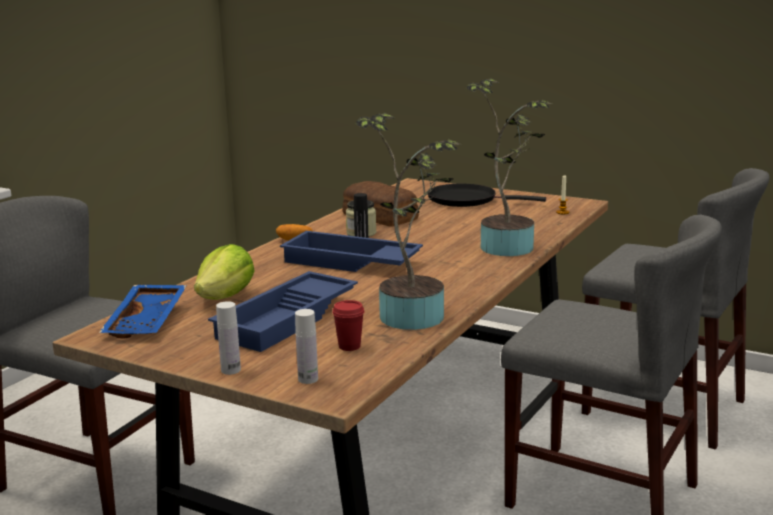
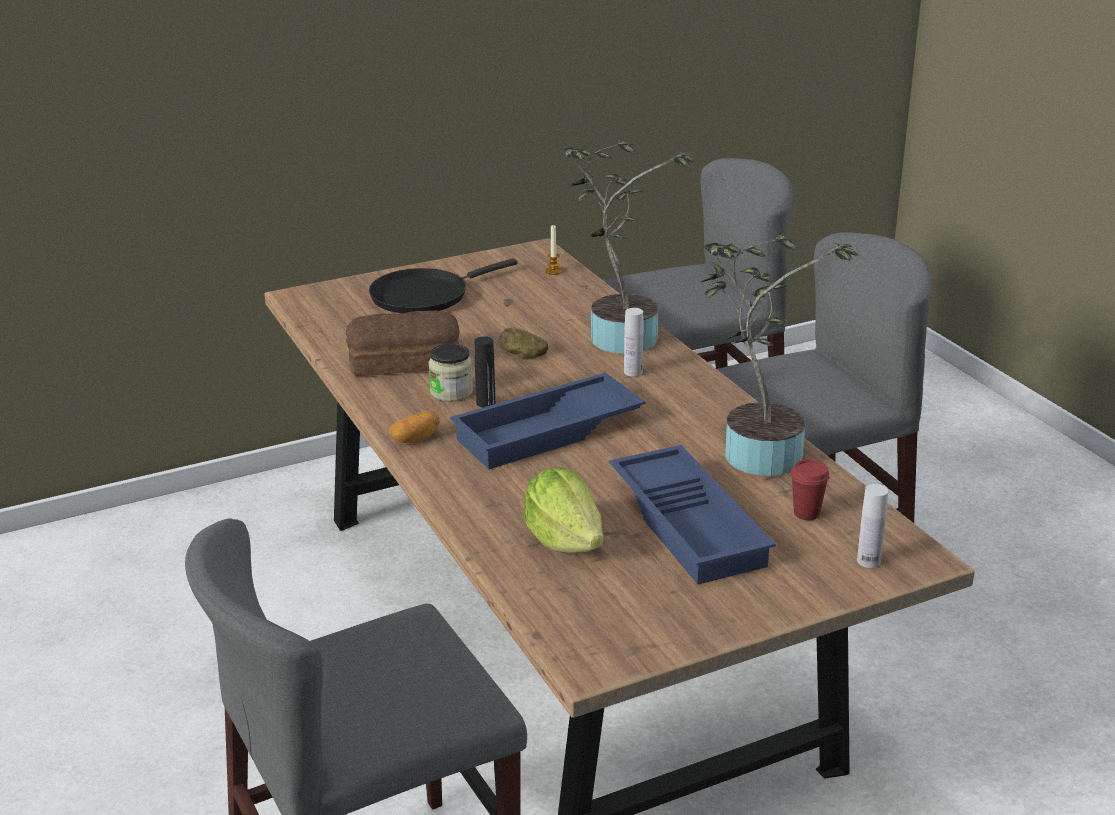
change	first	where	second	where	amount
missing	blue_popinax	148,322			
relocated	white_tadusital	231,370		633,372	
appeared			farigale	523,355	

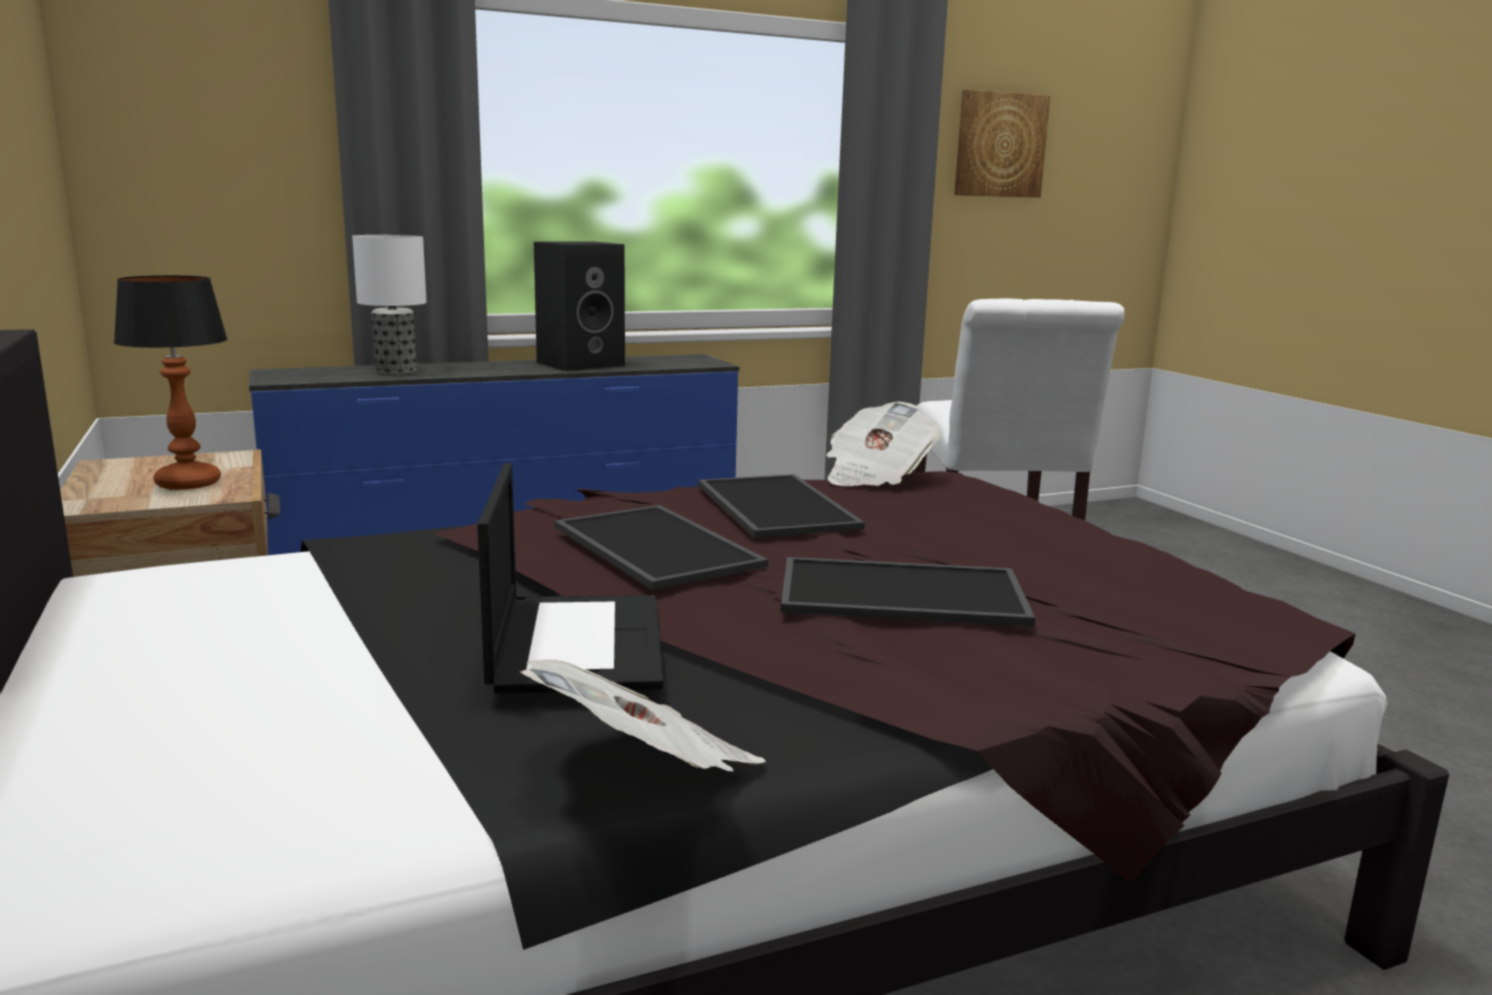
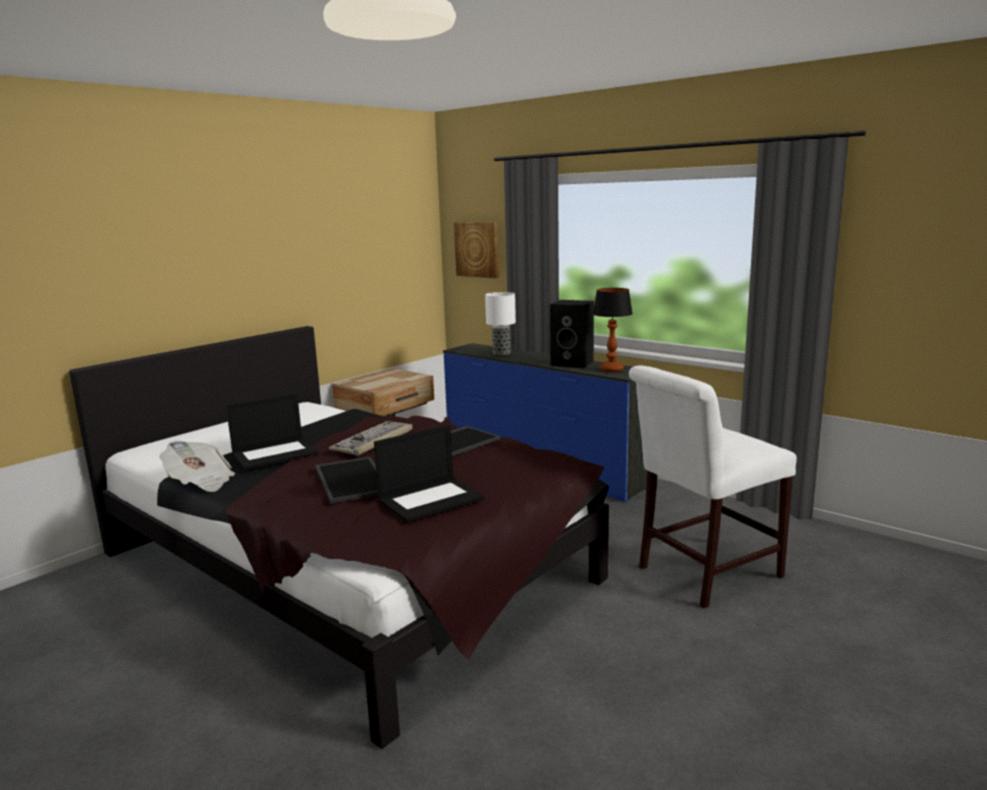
change	first	where	second	where	amount
relocated	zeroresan	187,483		611,369	
exchanged	popinax	660,546	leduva	373,441	
missing	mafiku	875,476			
relocated	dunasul	999,145		477,249	
appeared			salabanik	431,499	

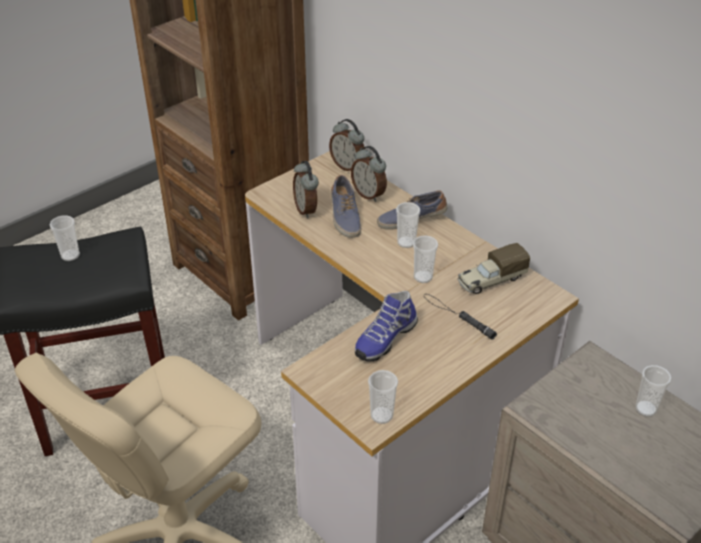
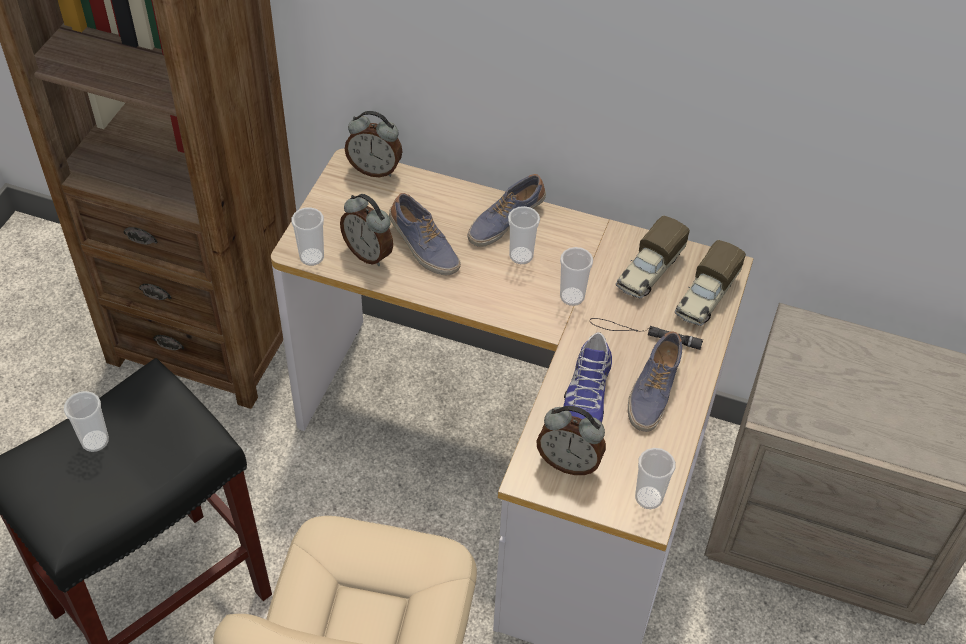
change	first	where	second	where	amount
relocated	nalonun	369,194		569,462	
relocated	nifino	646,408		312,257	
appeared			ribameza	652,391	
appeared			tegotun	705,297	

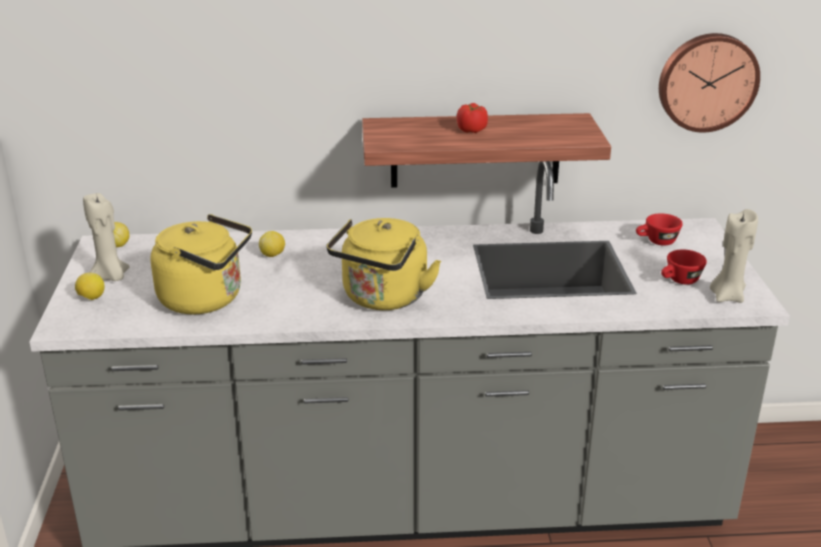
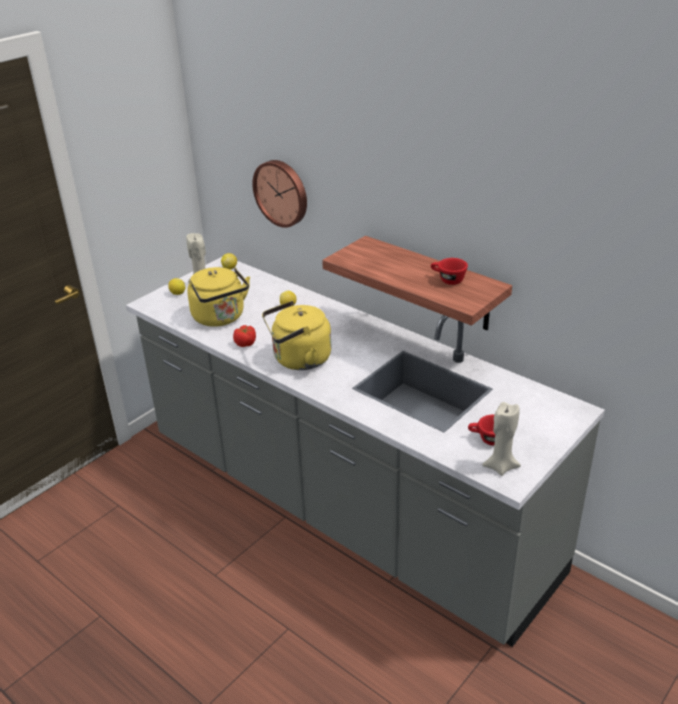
change	first	where	second	where	amount
relocated	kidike	471,130		245,343	
relocated	red_nifino	656,242		447,280	
relocated	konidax	707,81		282,192	

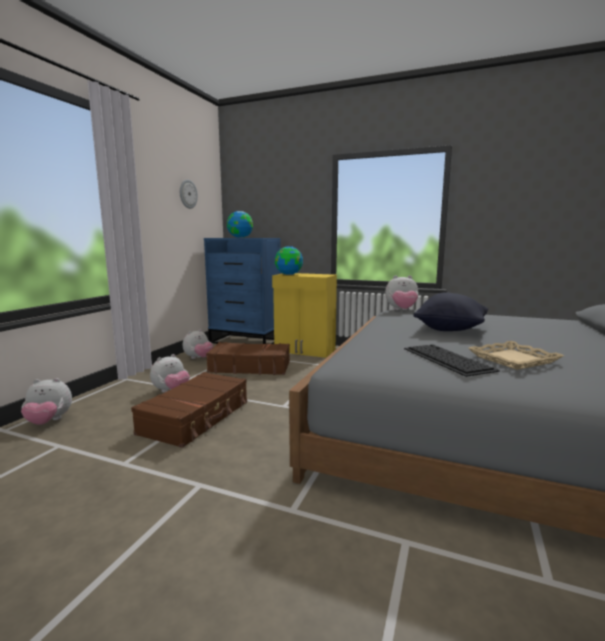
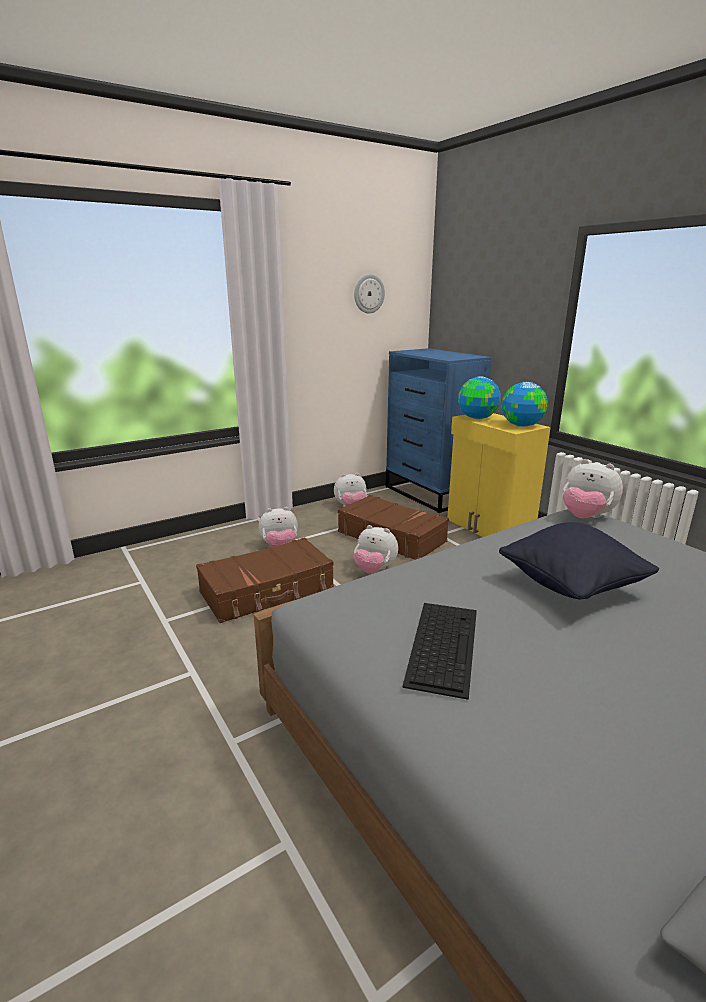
change	first	where	second	where	amount
relocated	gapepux	49,422		374,570	
relocated	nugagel	240,237		521,425	
missing	beige_popinax	513,360			

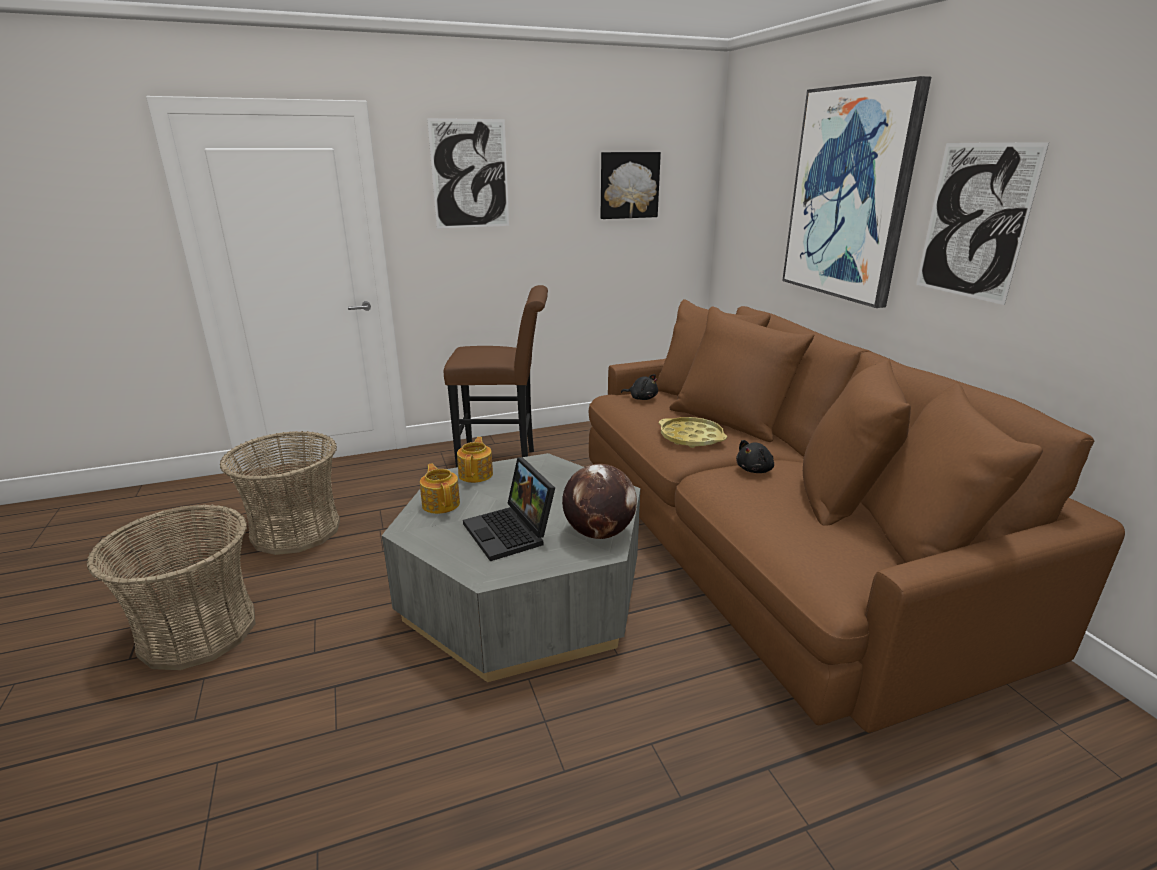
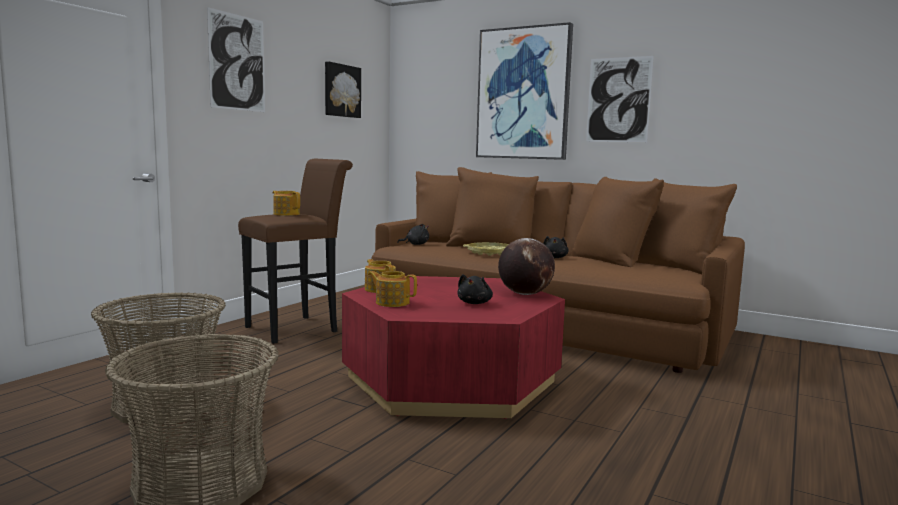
change	first	where	second	where	amount
colour	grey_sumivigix	523,595	red_sumivigix	451,380	
exchanged	salabanik	511,533	black_gapepux	475,303	
appeared			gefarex	286,214	

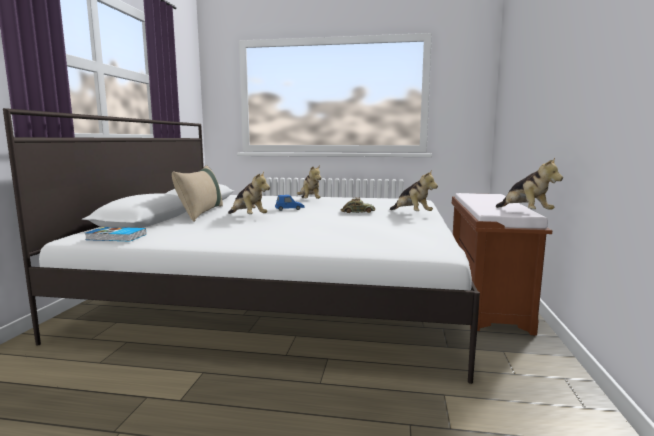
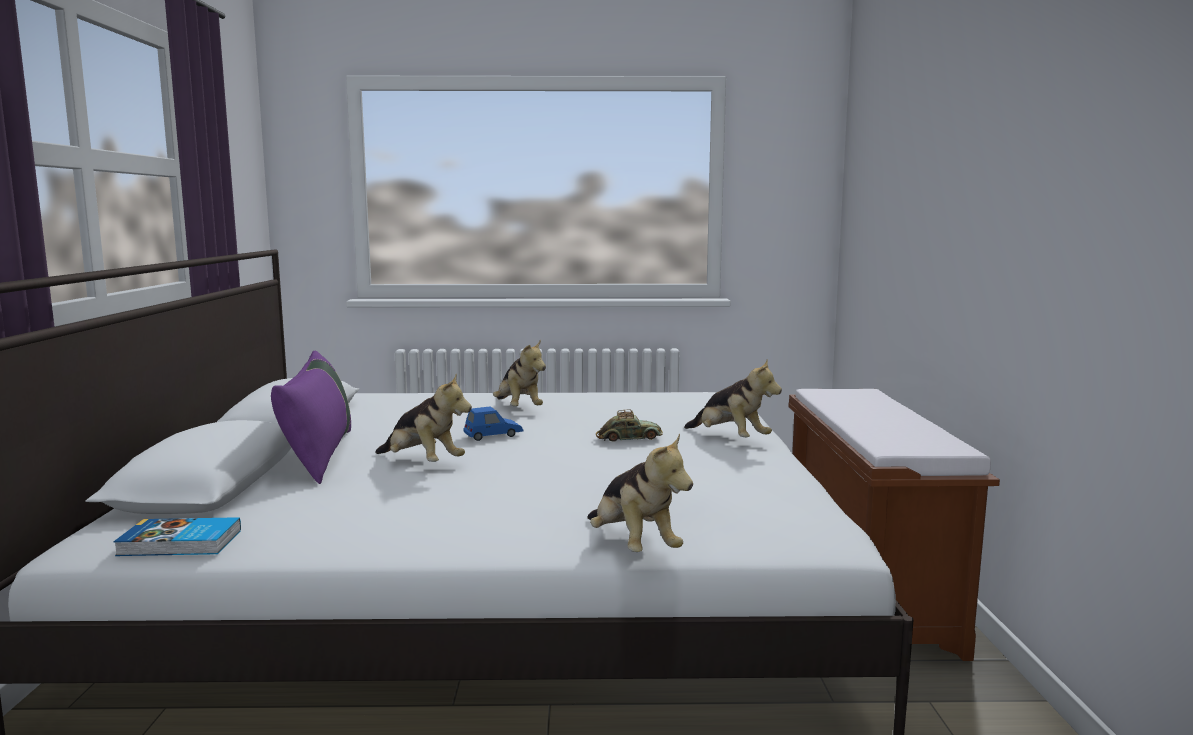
change	first	where	second	where	amount
colour	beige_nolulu	201,213	purple_nolulu	319,455	
relocated	gapepux	524,213		633,546	

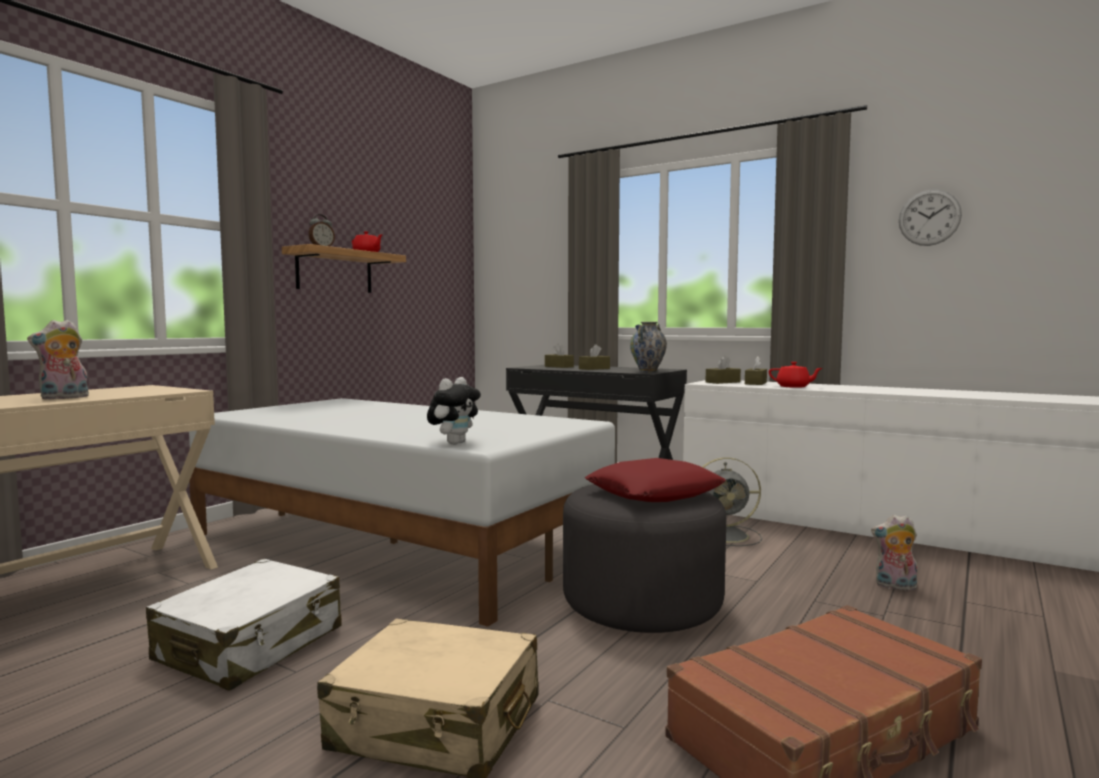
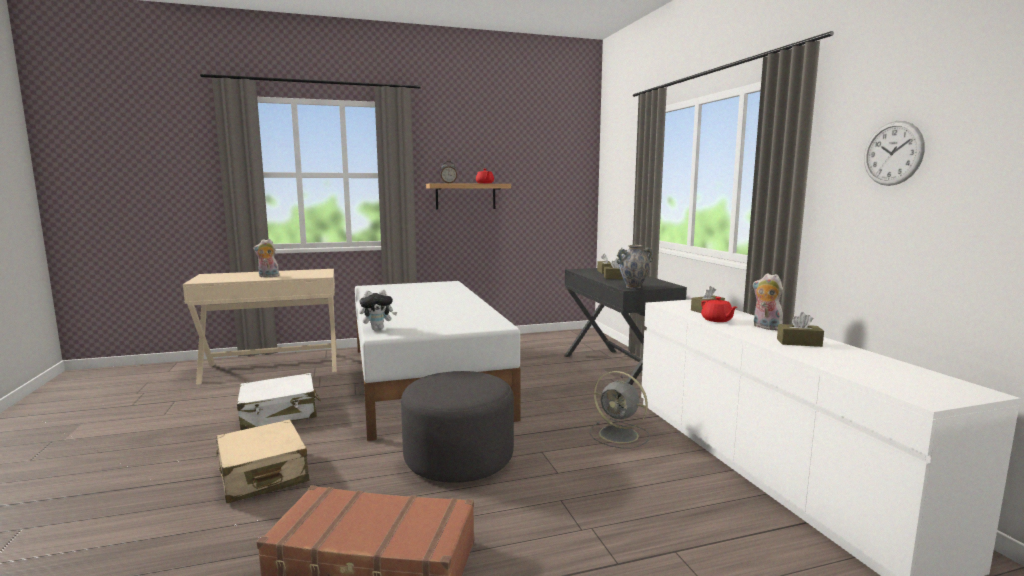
change	first	where	second	where	amount
missing	red_nolulu	655,492			
relocated	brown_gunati	722,382		799,343	
relocated	gapepux	895,587		765,327	

